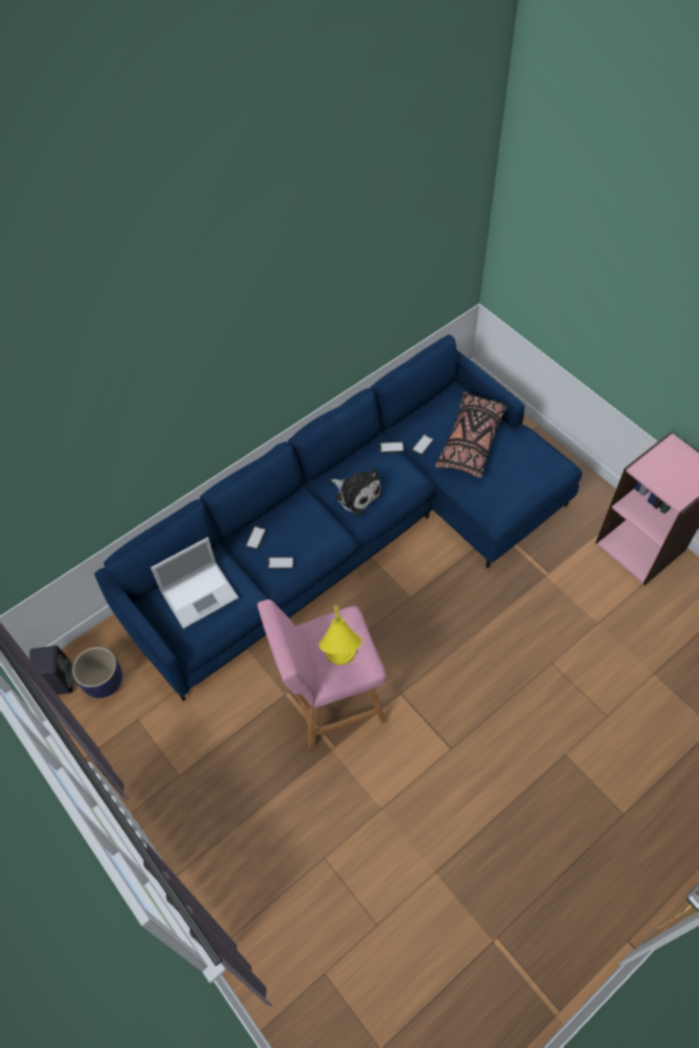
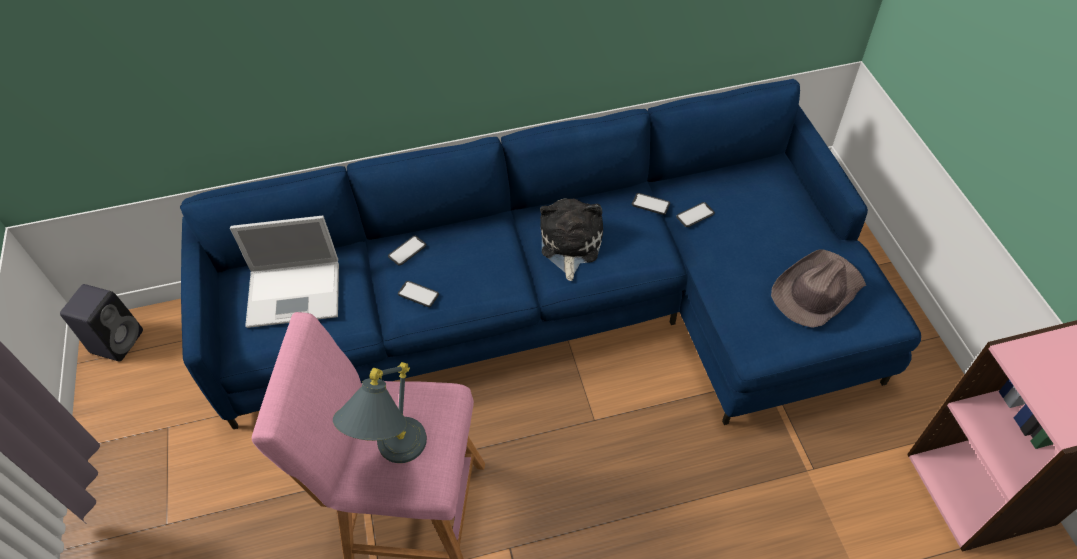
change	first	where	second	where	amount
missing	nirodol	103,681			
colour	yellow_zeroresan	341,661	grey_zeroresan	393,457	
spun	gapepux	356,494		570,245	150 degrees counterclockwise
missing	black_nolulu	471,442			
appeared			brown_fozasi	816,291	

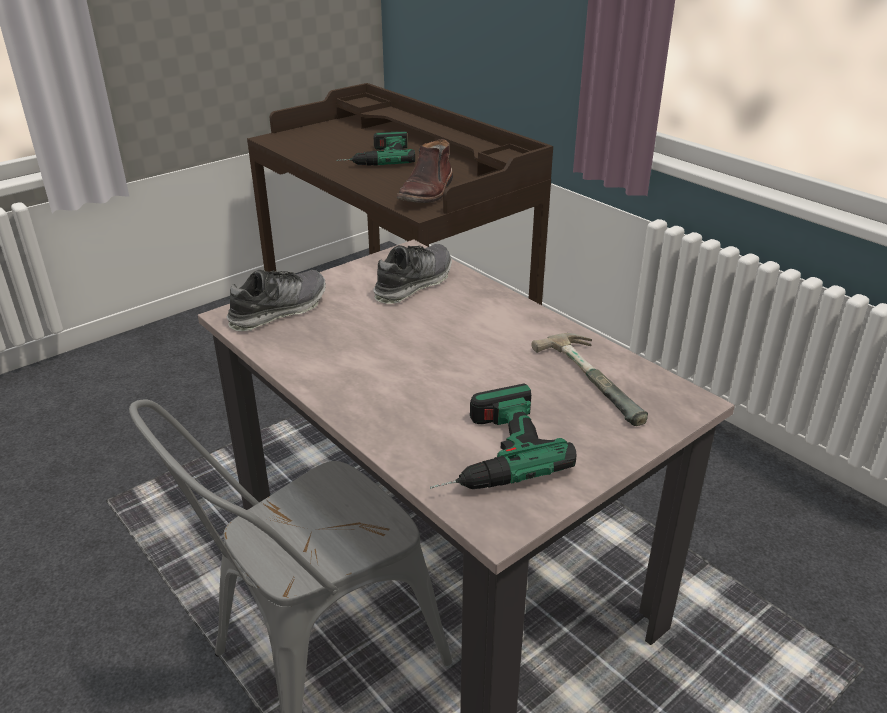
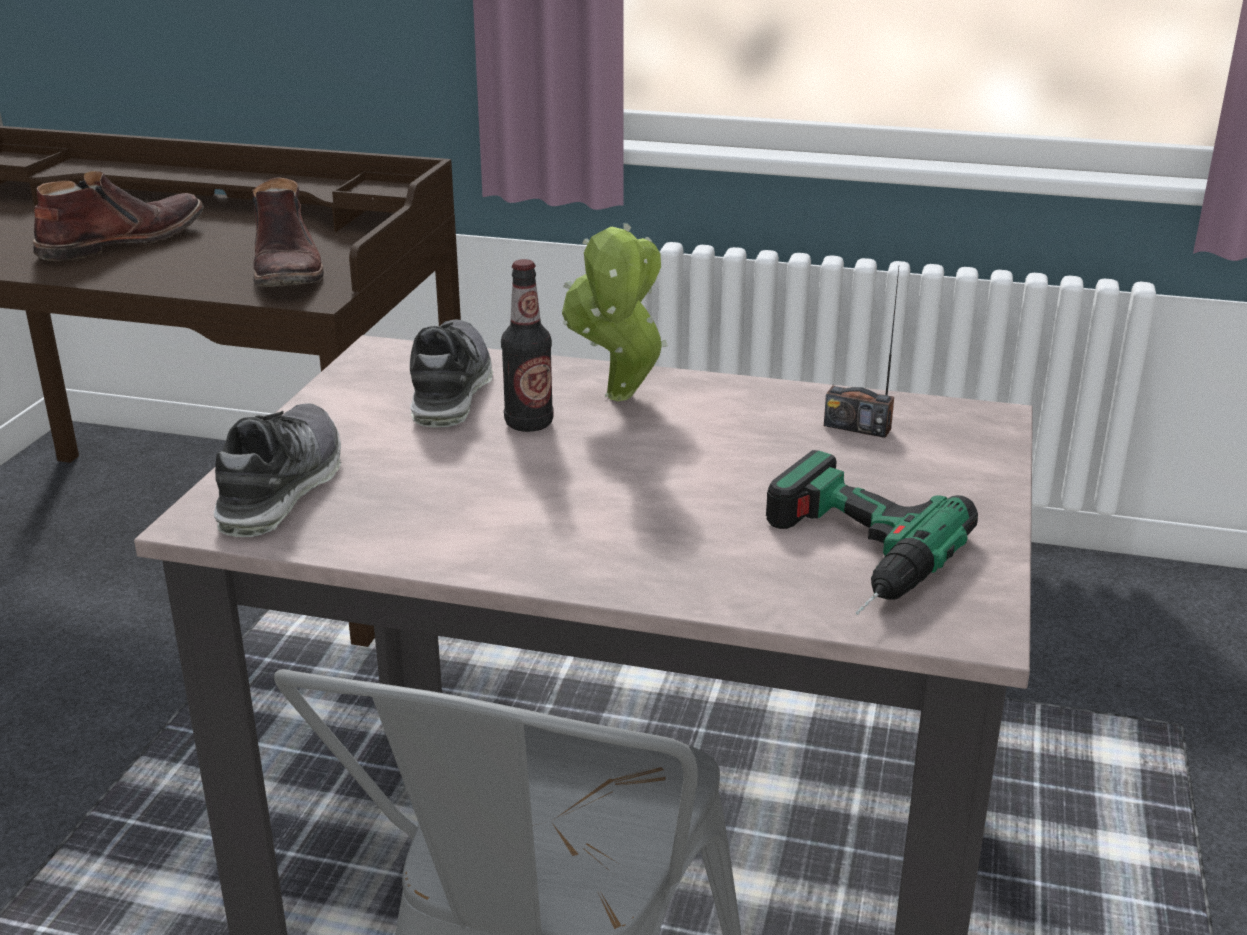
change	first	where	second	where	amount
exchanged	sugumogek	374,157	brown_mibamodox	122,241	
exchanged	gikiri	600,379	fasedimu	857,427	
appeared			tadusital	529,424	
appeared			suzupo	619,400	

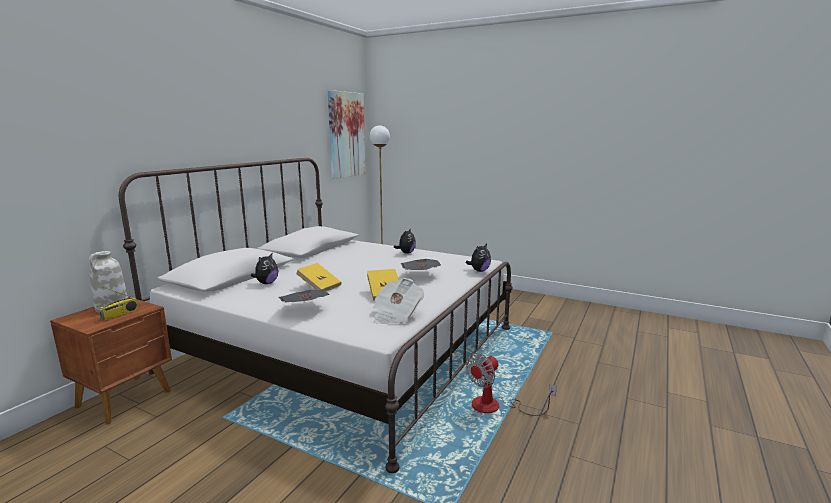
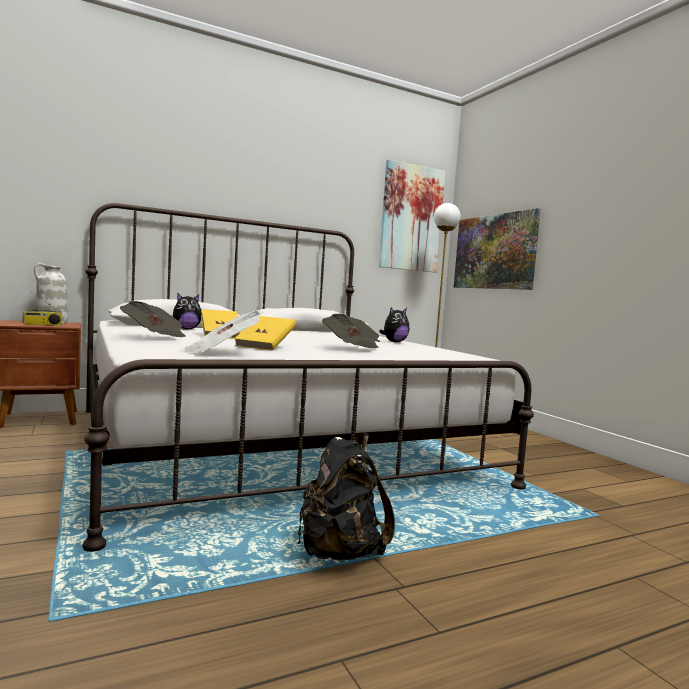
change	first	where	second	where	amount
missing	gapepux	479,271			
exchanged	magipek	496,407	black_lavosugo	339,553	
appeared			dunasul	494,252	

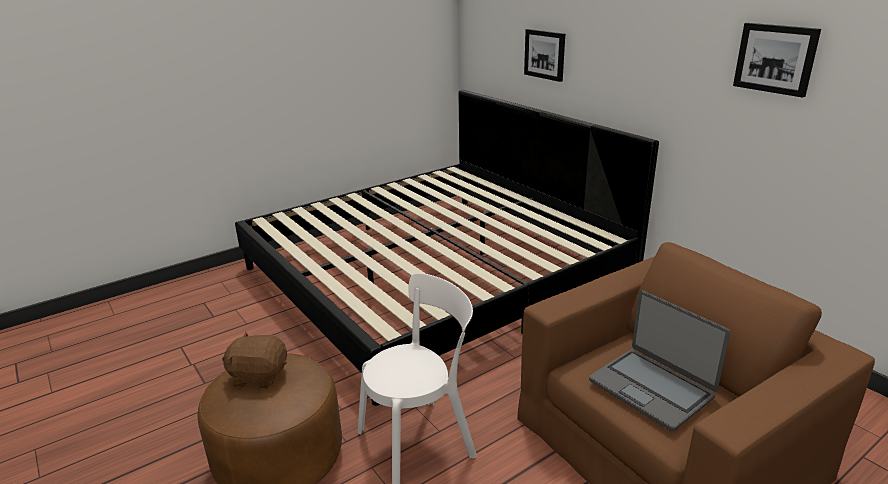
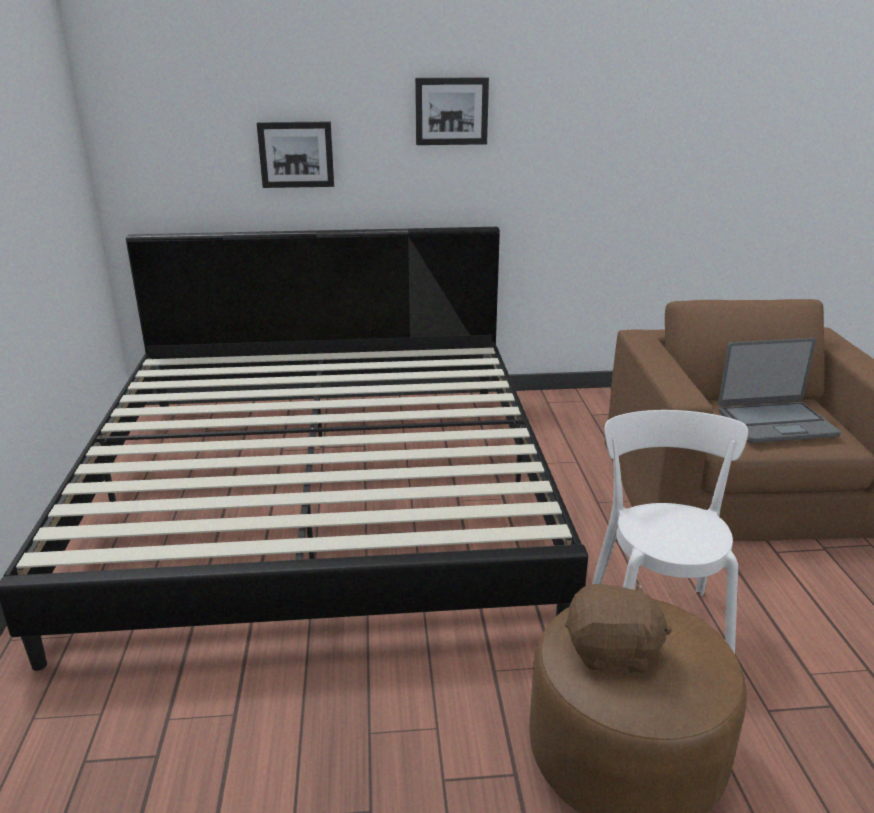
change	first	where	second	where	amount
spun	brown_gapepux	258,376		612,651	120 degrees counterclockwise
relocated	dunasul	775,58		451,111	

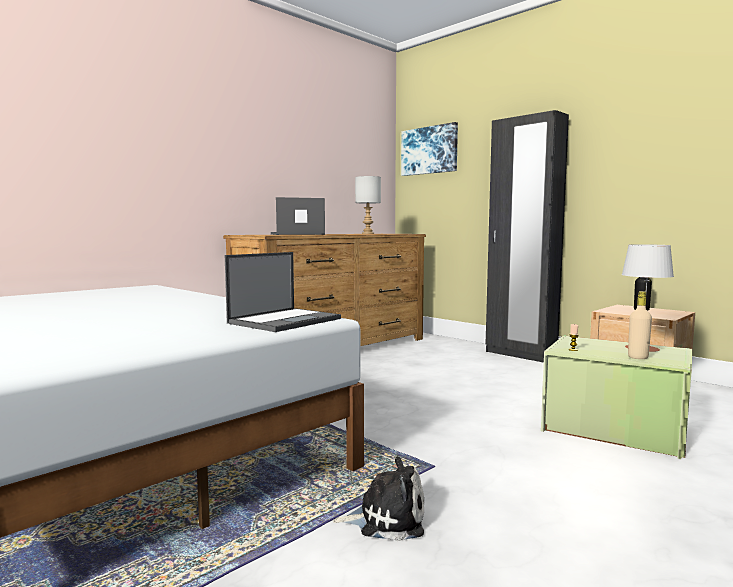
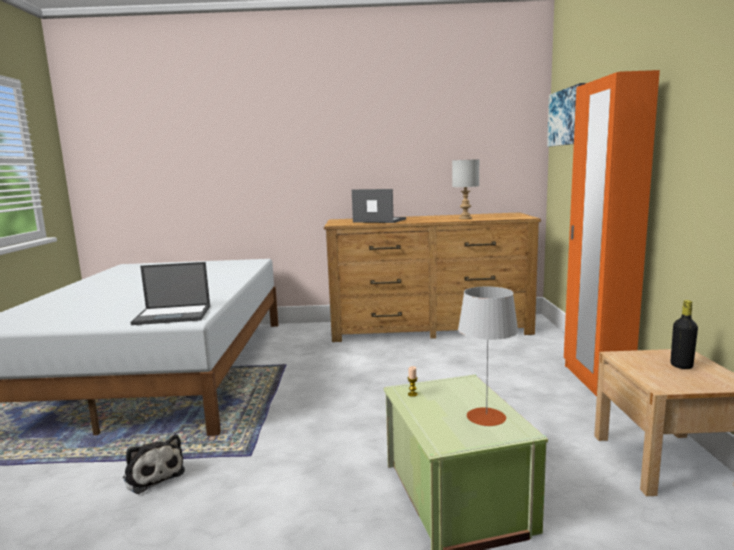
change	first	where	second	where	amount
colour	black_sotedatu	520,355	orange_sotedatu	595,381	
missing	beige_tadusital	638,357			

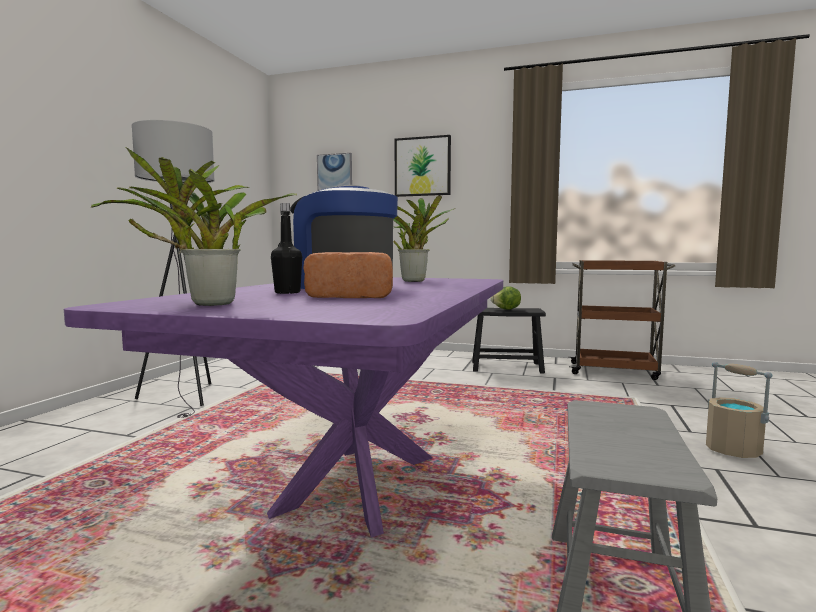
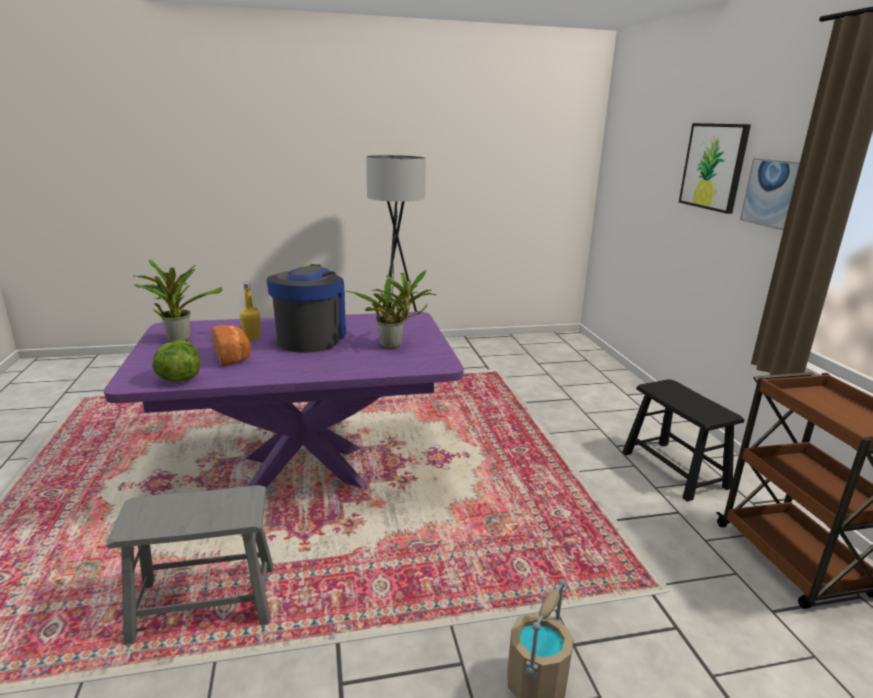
change	first	where	second	where	amount
colour	black_tadusital	287,292	yellow_tadusital	252,337	
relocated	dunasul	335,173		772,193	
relocated	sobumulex	506,309		179,379	

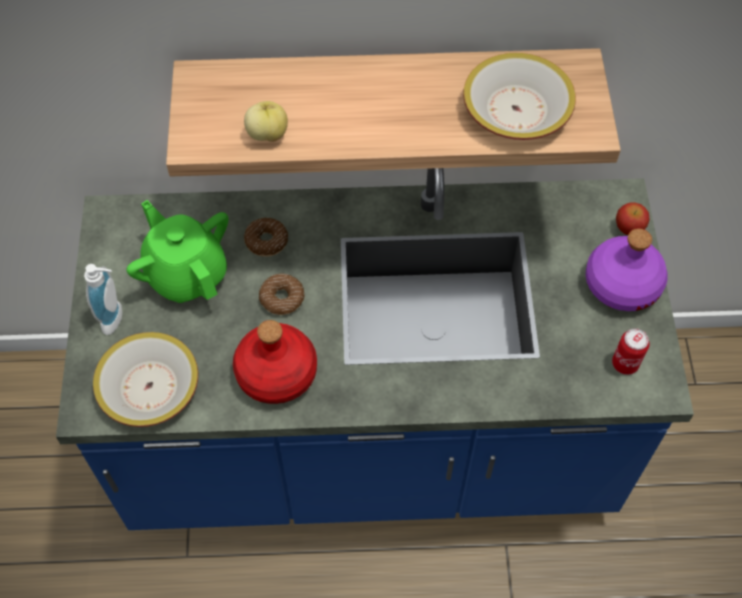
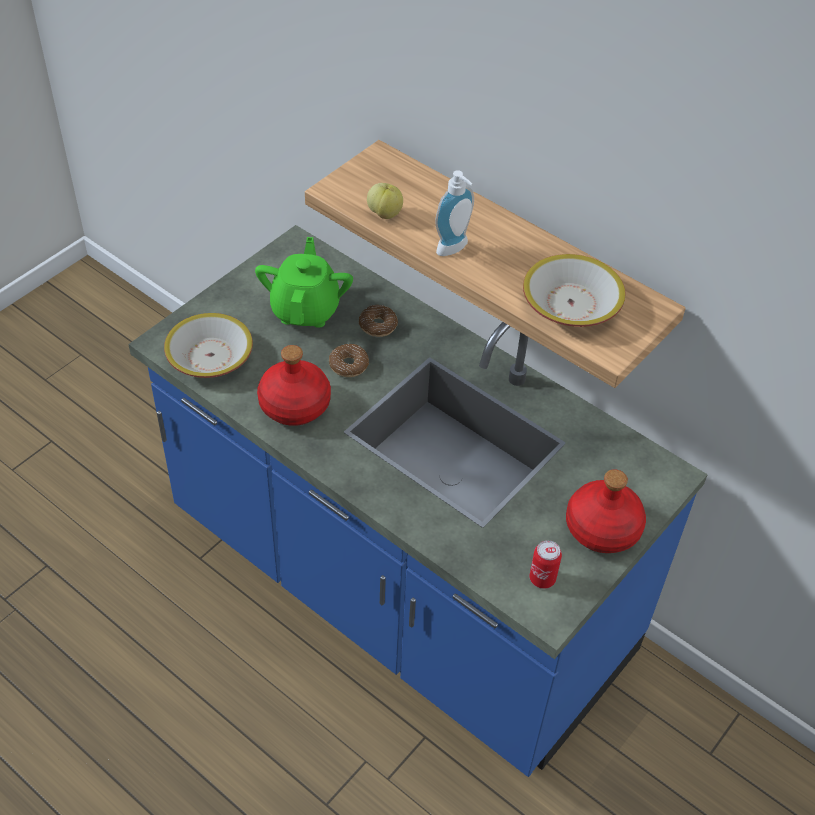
change	first	where	second	where	amount
relocated	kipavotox	116,319		455,249	
colour	purple_tadusital	621,283	red_tadusital	602,527	
missing	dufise	629,228			

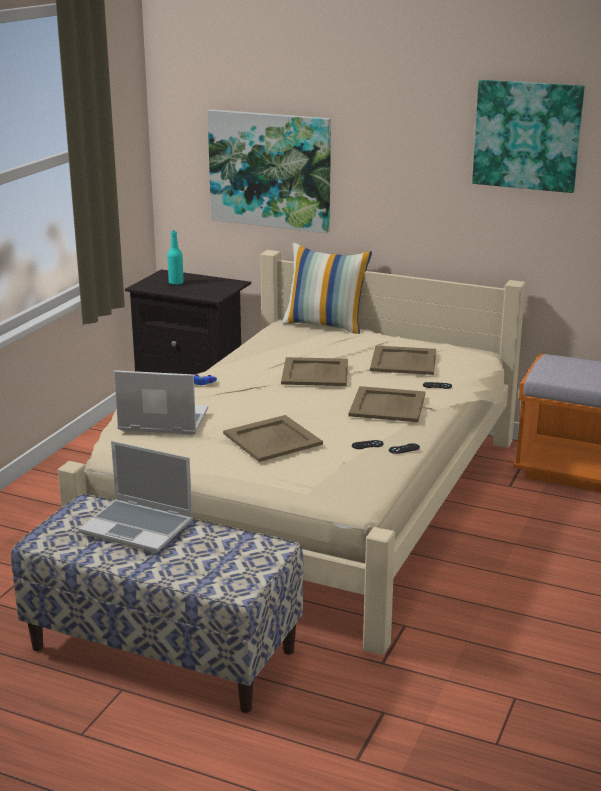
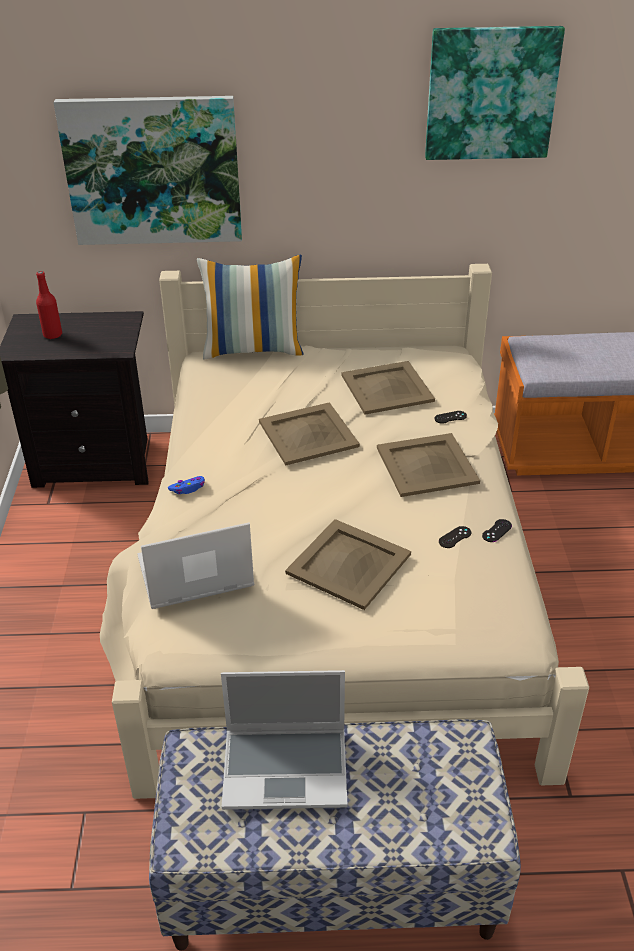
change	first	where	second	where	amount
colour	turquoise_tadusital	176,283	red_tadusital	52,335	

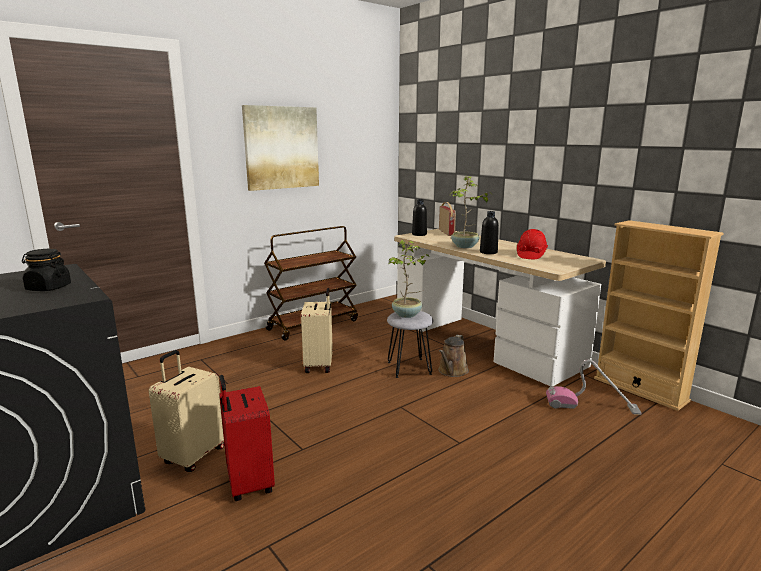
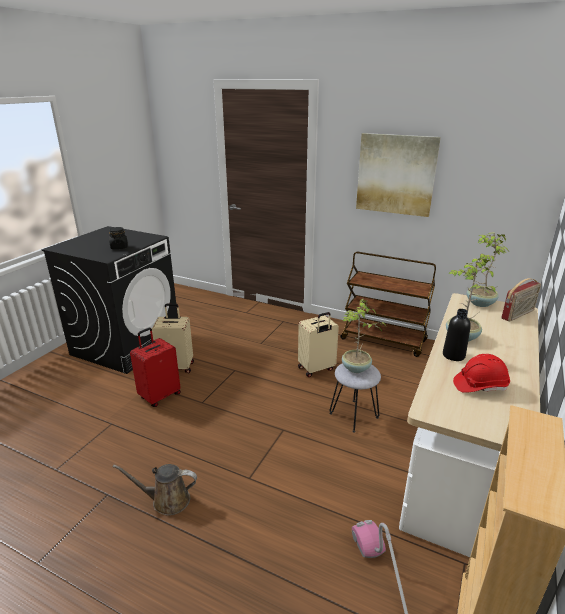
change	first	where	second	where	amount
exchanged	black_tadusital	419,234	suzupo	479,303	
relocated	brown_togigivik	452,371		167,500	

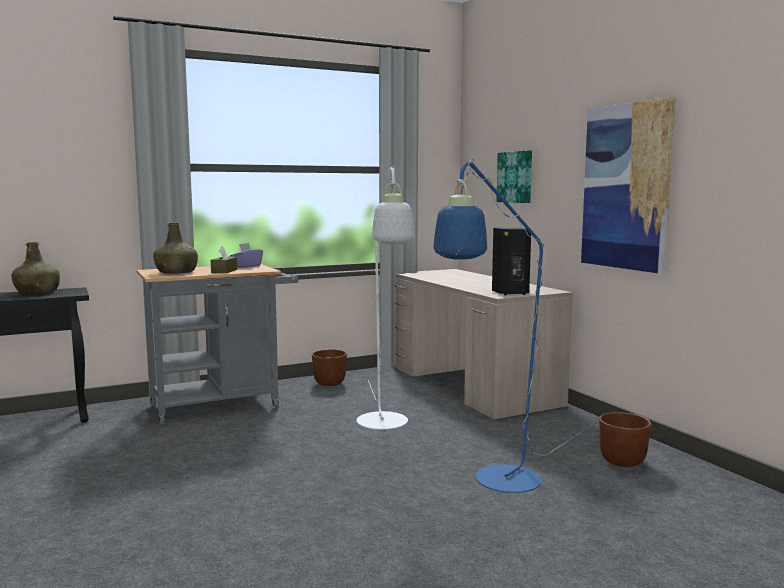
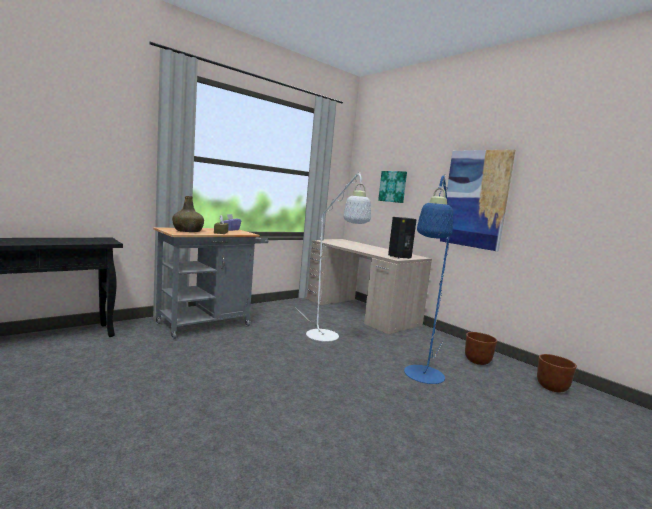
change	first	where	second	where	amount
missing	green_tadusital	37,292			
relocated	brown_nirodol	329,384		552,388	

